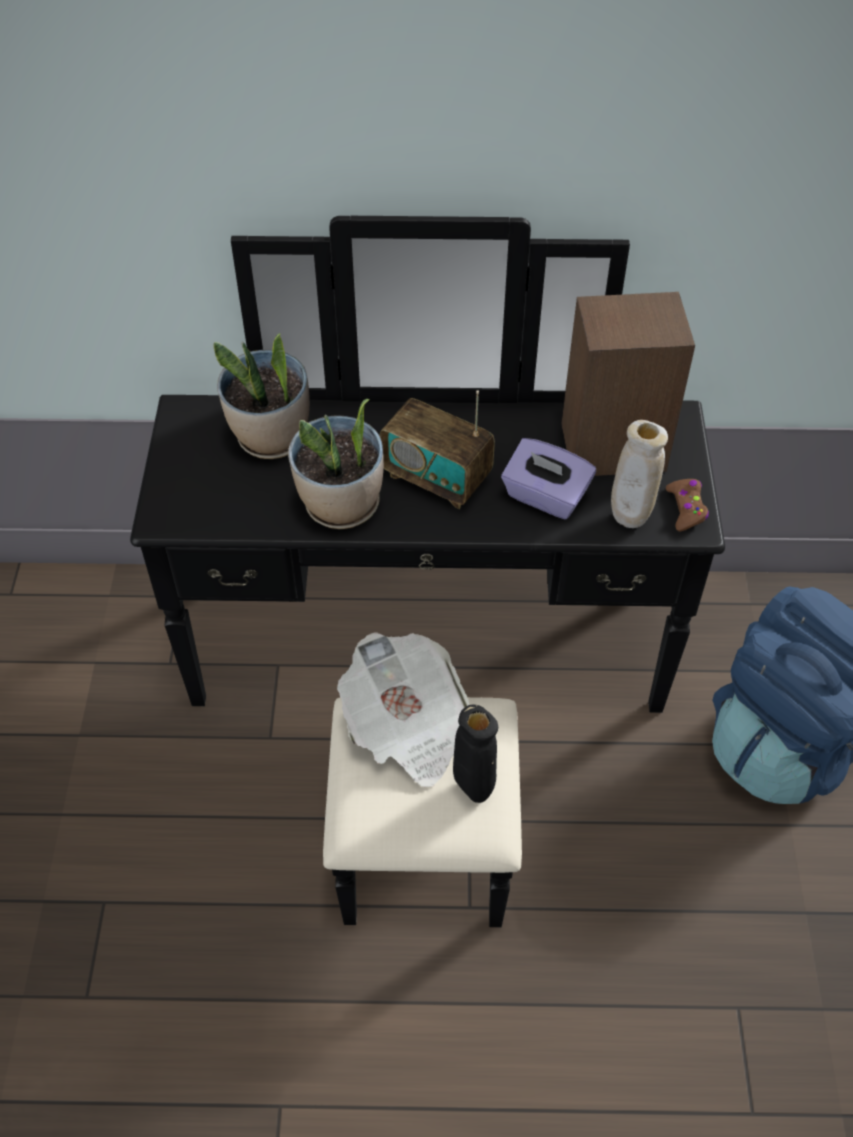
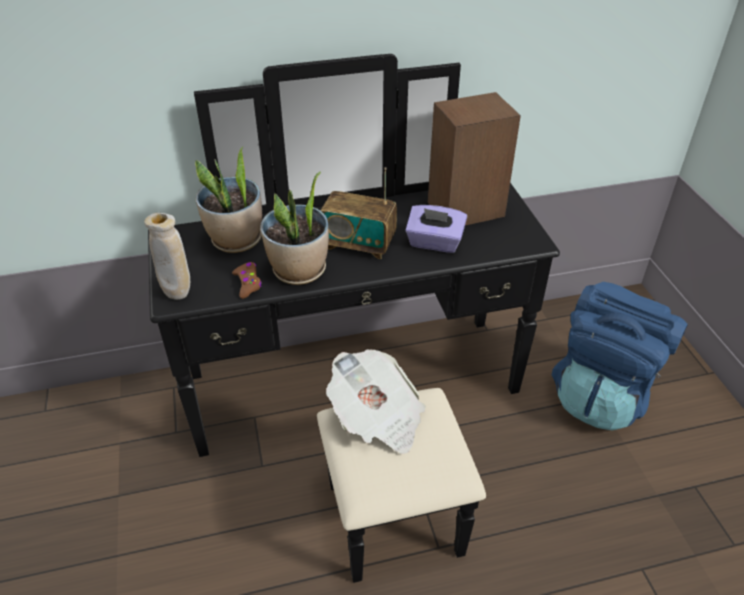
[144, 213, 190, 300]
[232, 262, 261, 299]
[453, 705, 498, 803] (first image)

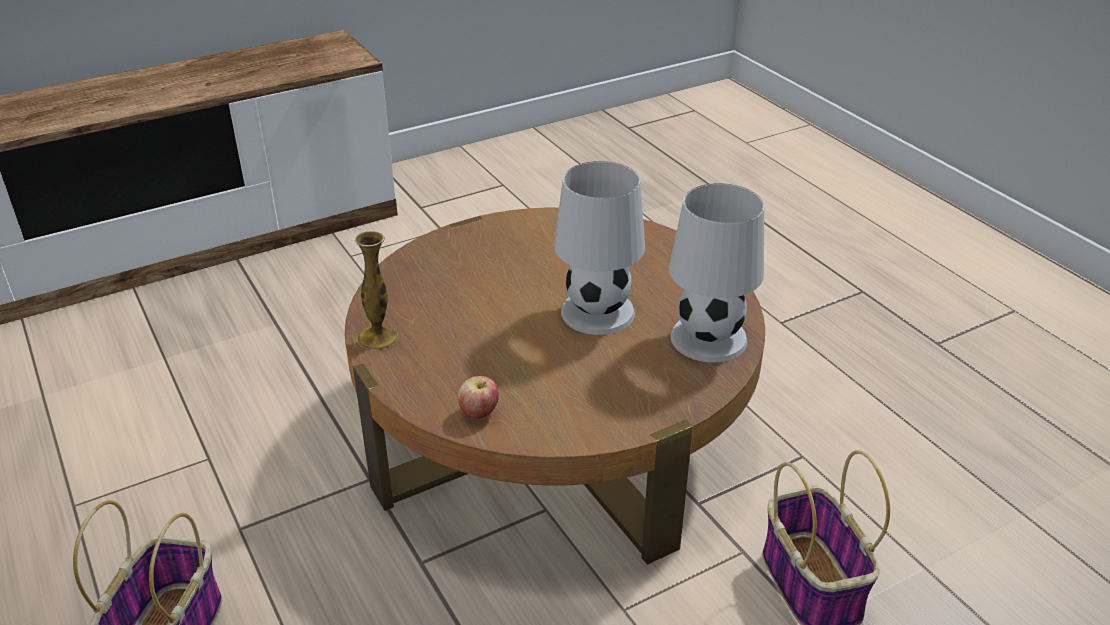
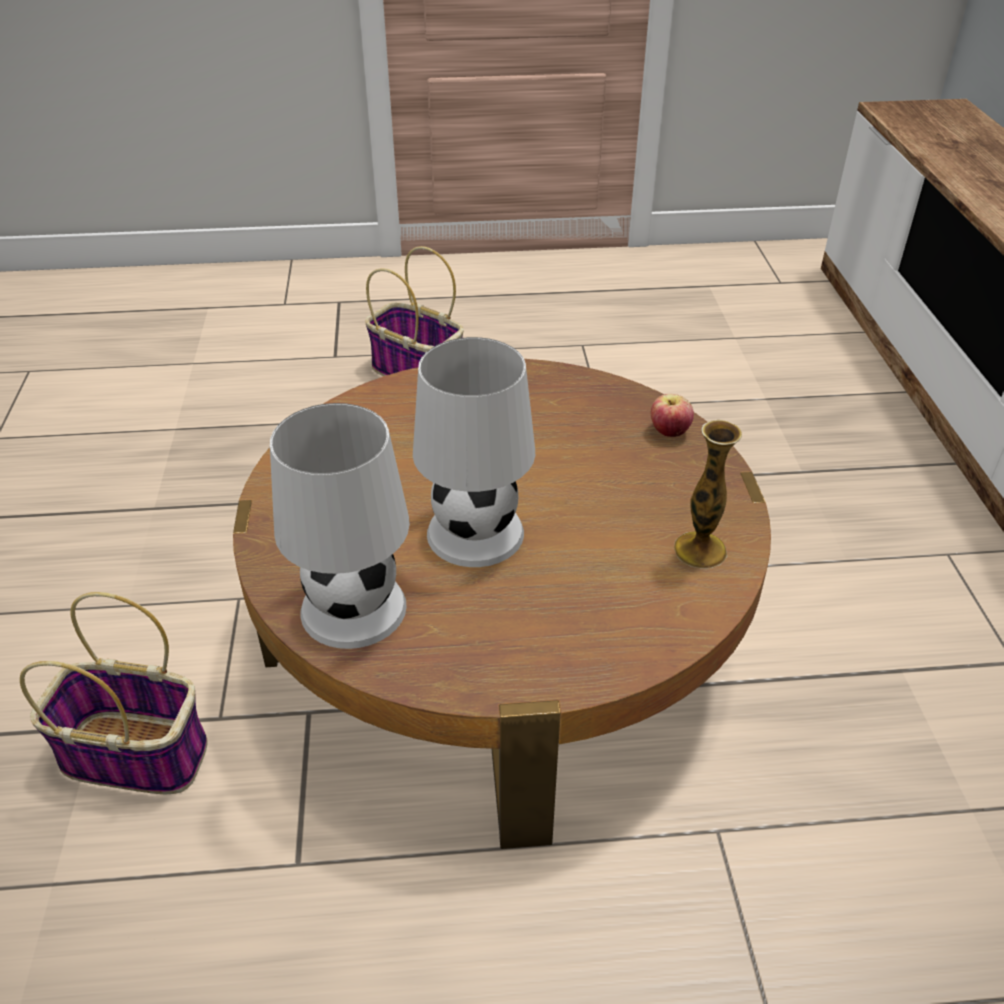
[674, 420, 742, 569]
[651, 394, 694, 437]

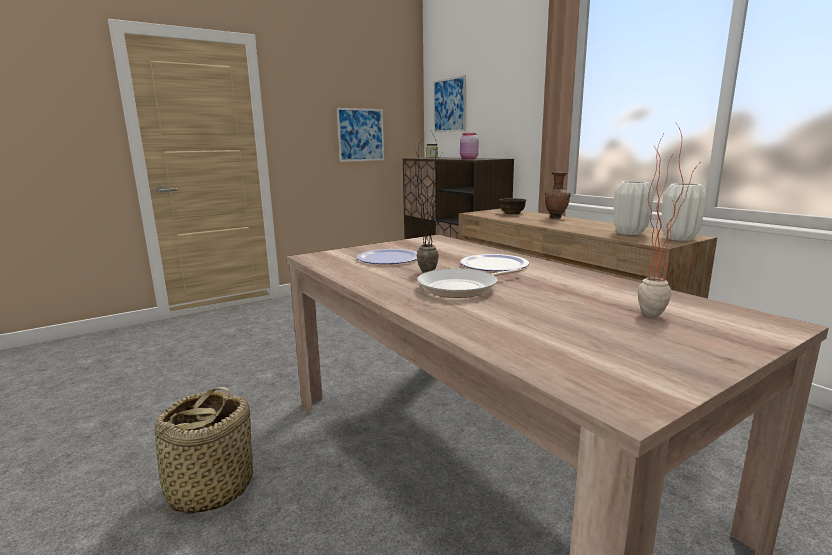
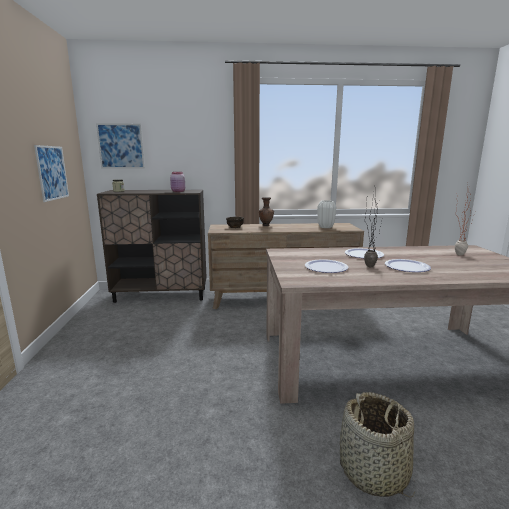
[661, 183, 707, 241] (first image)
[385, 259, 431, 272]

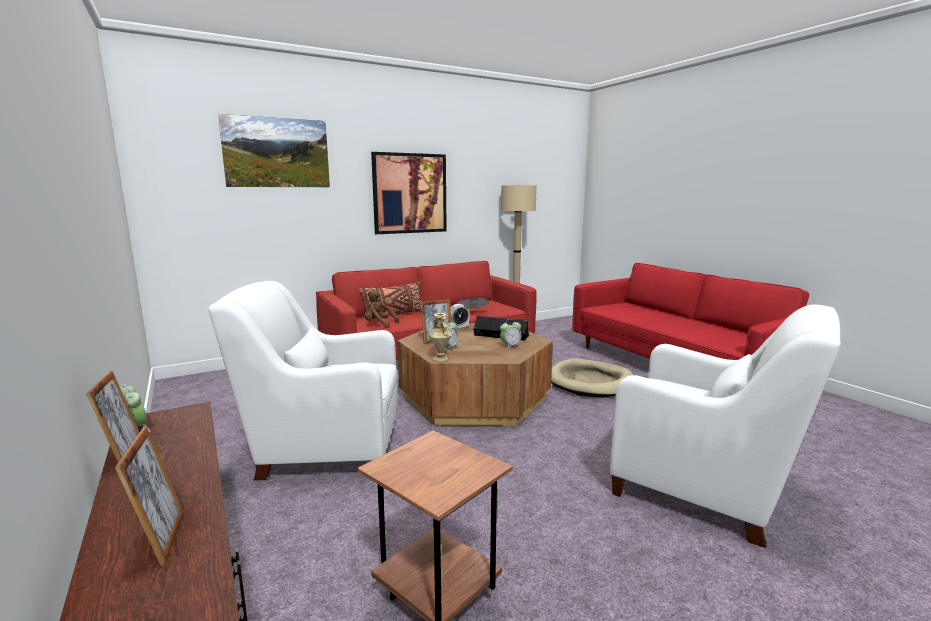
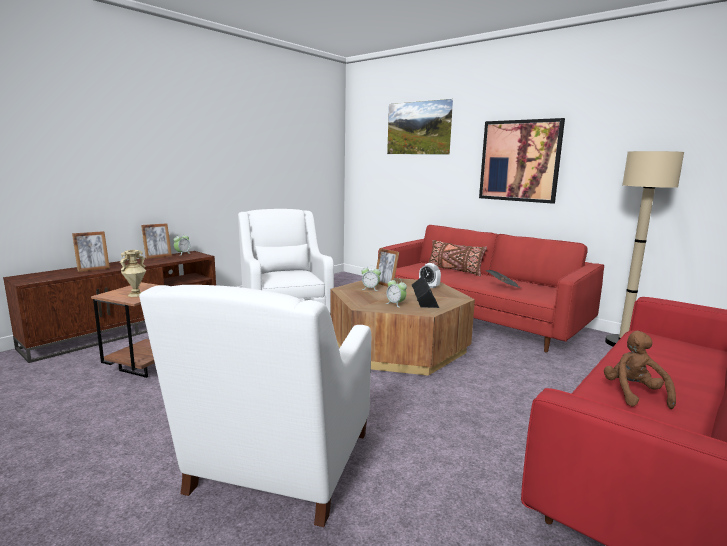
[604, 331, 676, 409]
[120, 250, 146, 297]
[551, 358, 633, 397] (first image)

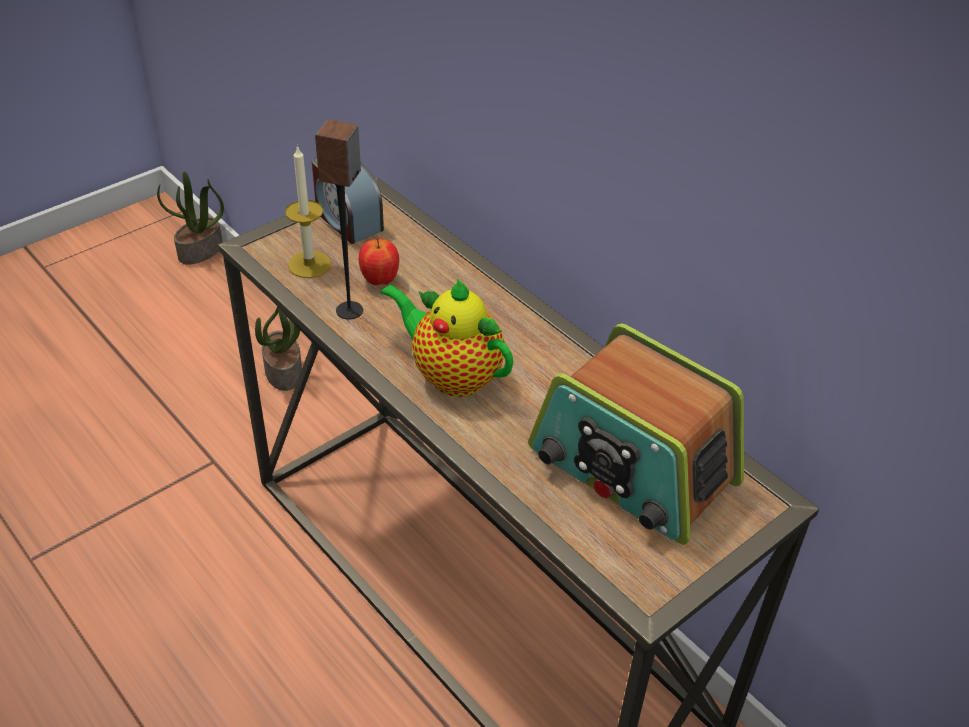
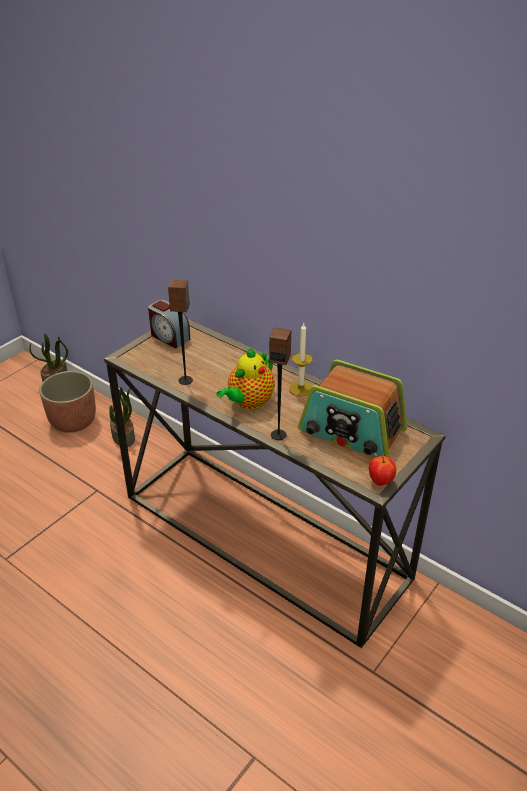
[289, 323, 313, 396]
[369, 456, 396, 486]
[216, 348, 275, 410]
[269, 327, 291, 440]
[39, 371, 96, 433]

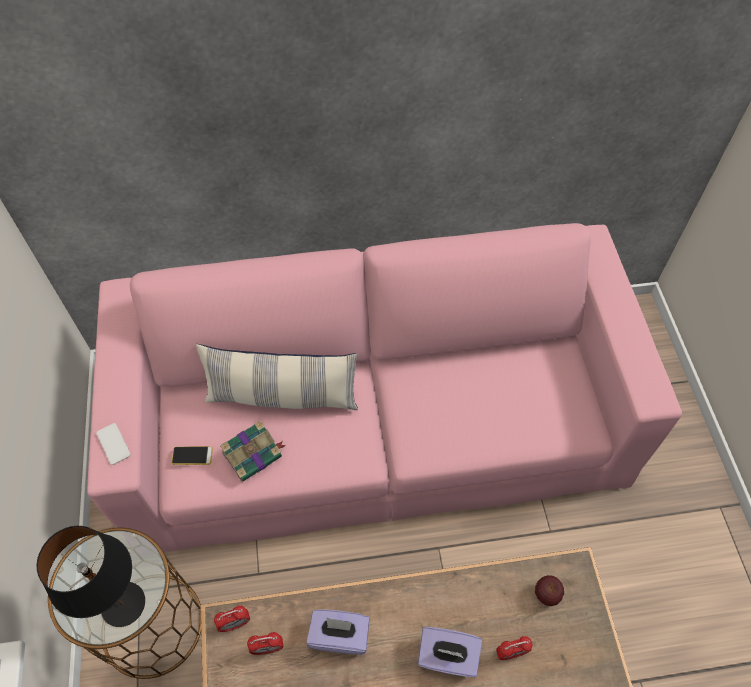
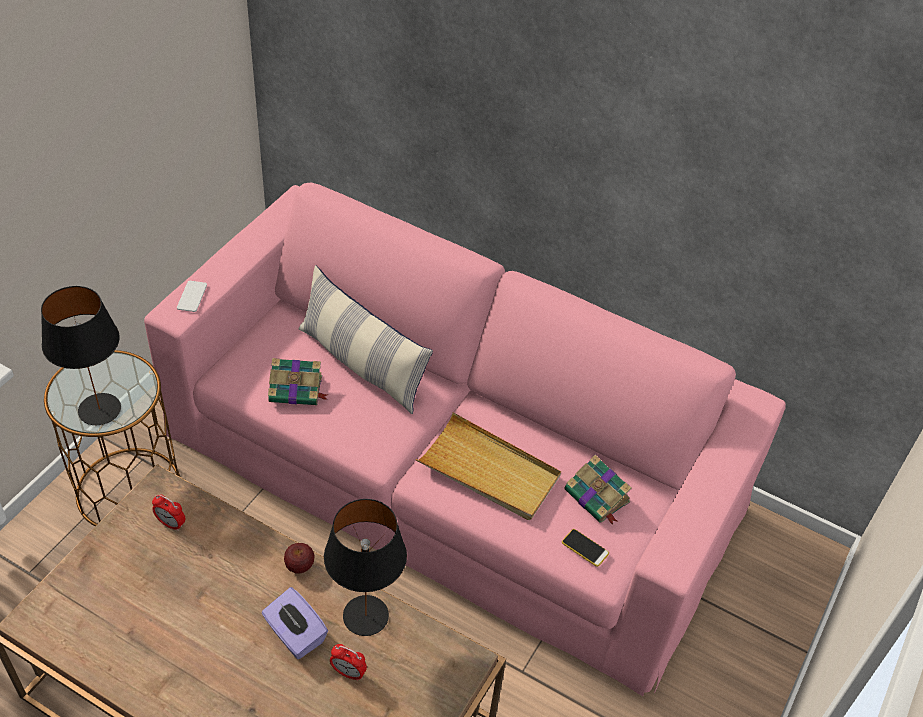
[562, 529, 609, 567]
[284, 543, 315, 573]
[214, 605, 250, 632] (first image)
[306, 609, 370, 655] (first image)
[416, 412, 561, 520]
[564, 455, 632, 525]
[324, 499, 407, 636]

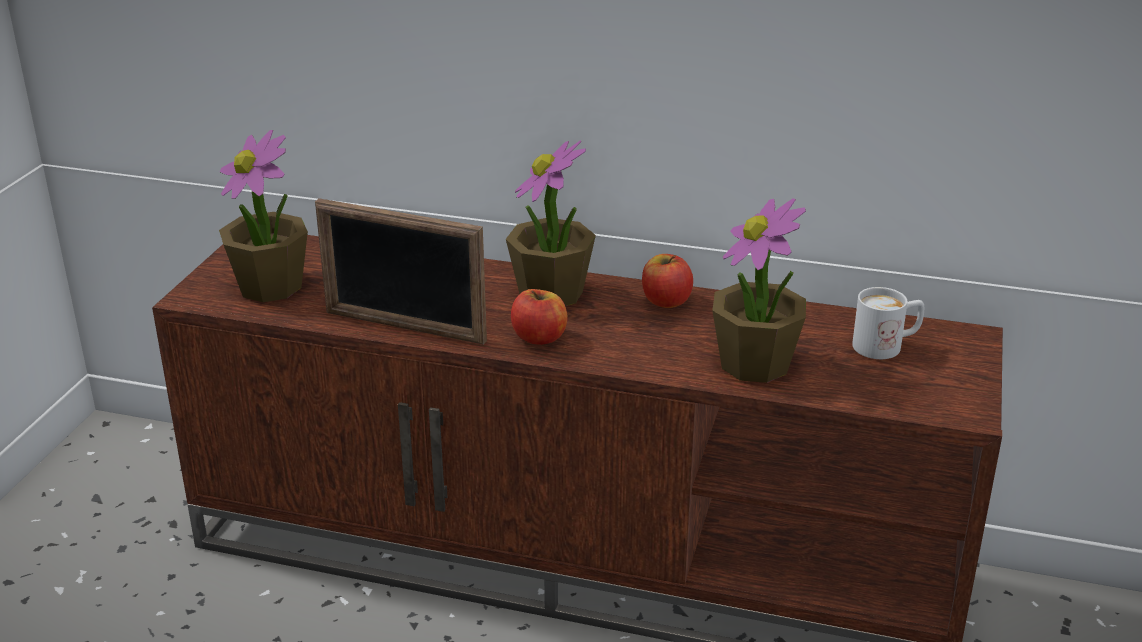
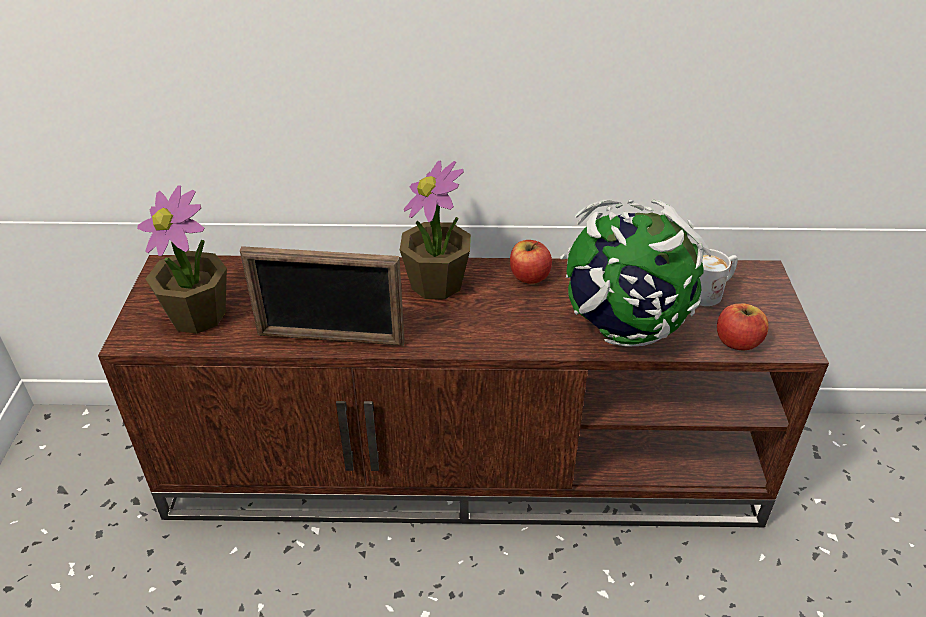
[560, 200, 711, 347]
[717, 304, 768, 350]

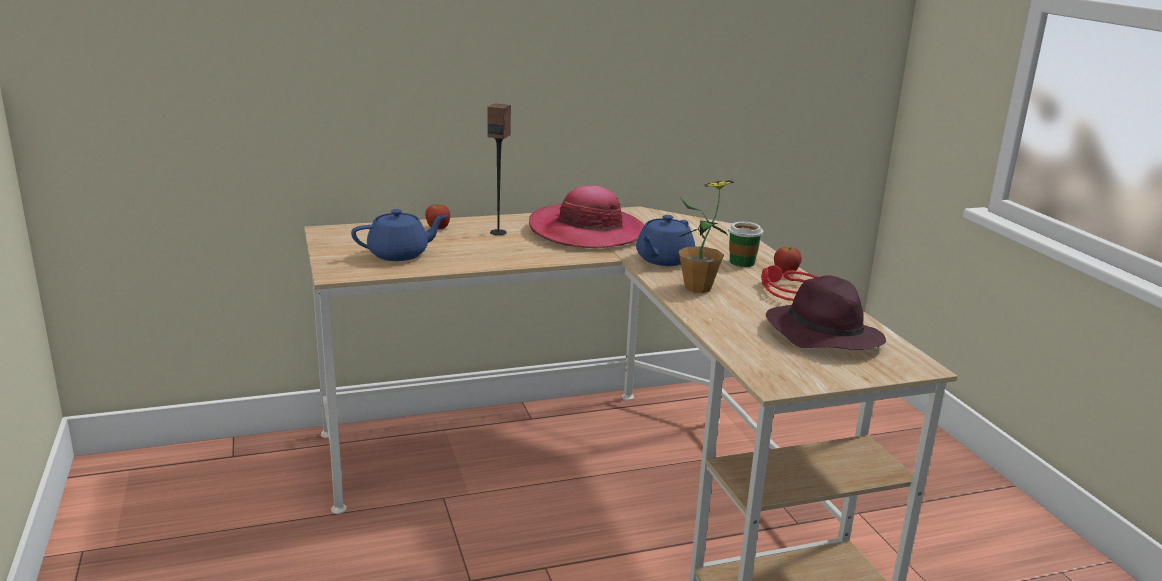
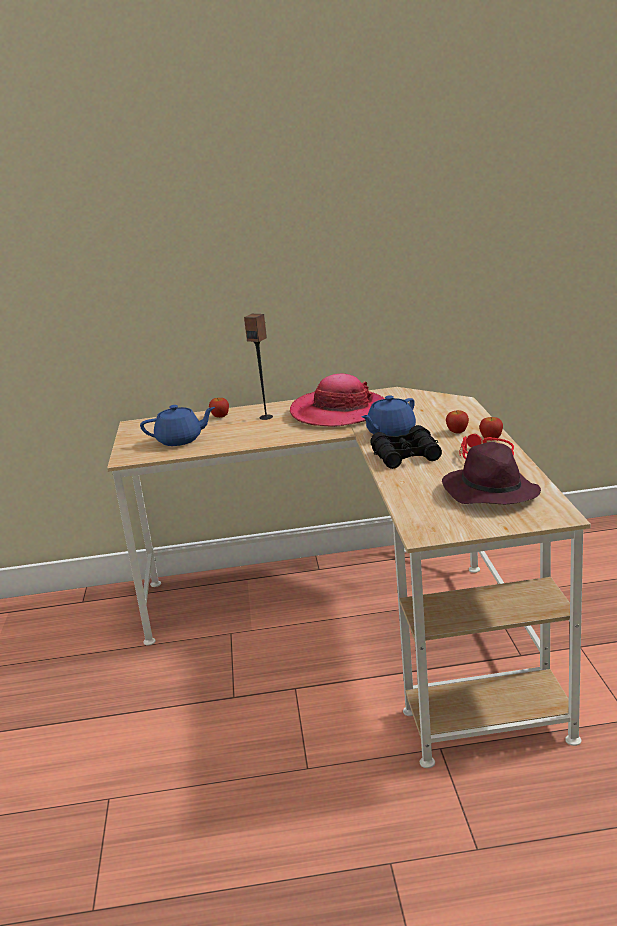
[370, 425, 442, 469]
[446, 410, 469, 433]

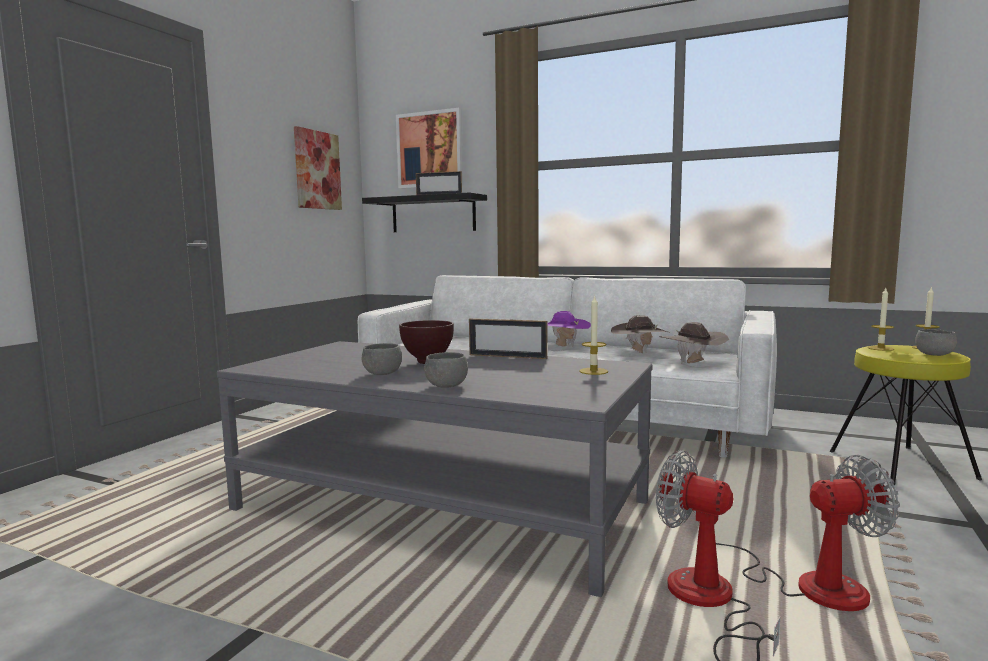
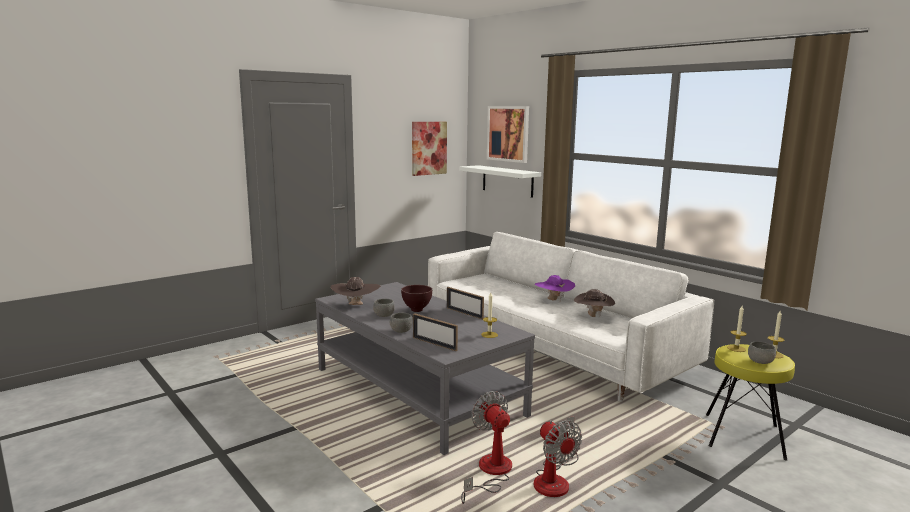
[413, 313, 458, 351]
[459, 165, 541, 198]
[331, 277, 381, 305]
[534, 416, 582, 497]

